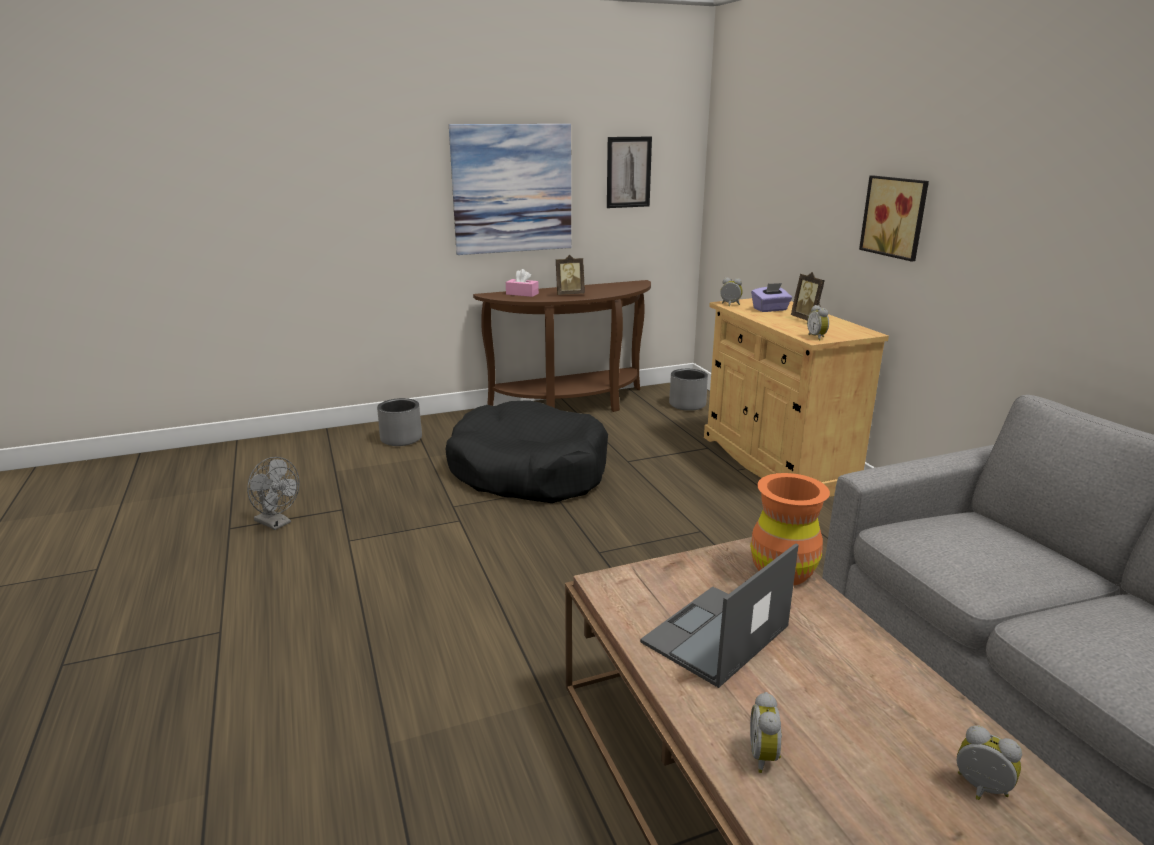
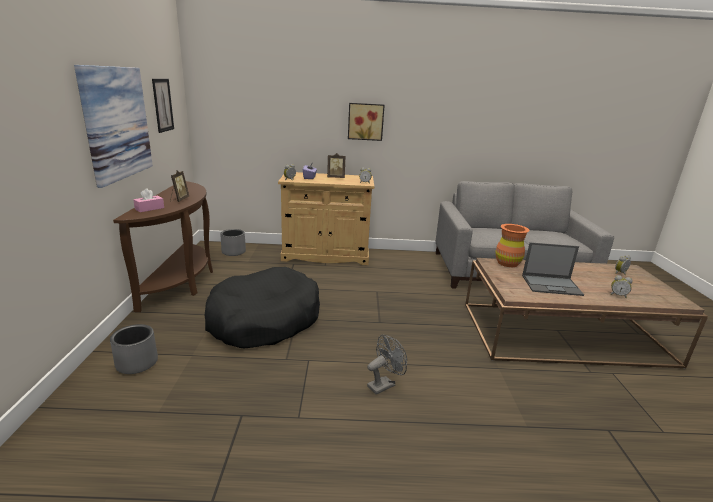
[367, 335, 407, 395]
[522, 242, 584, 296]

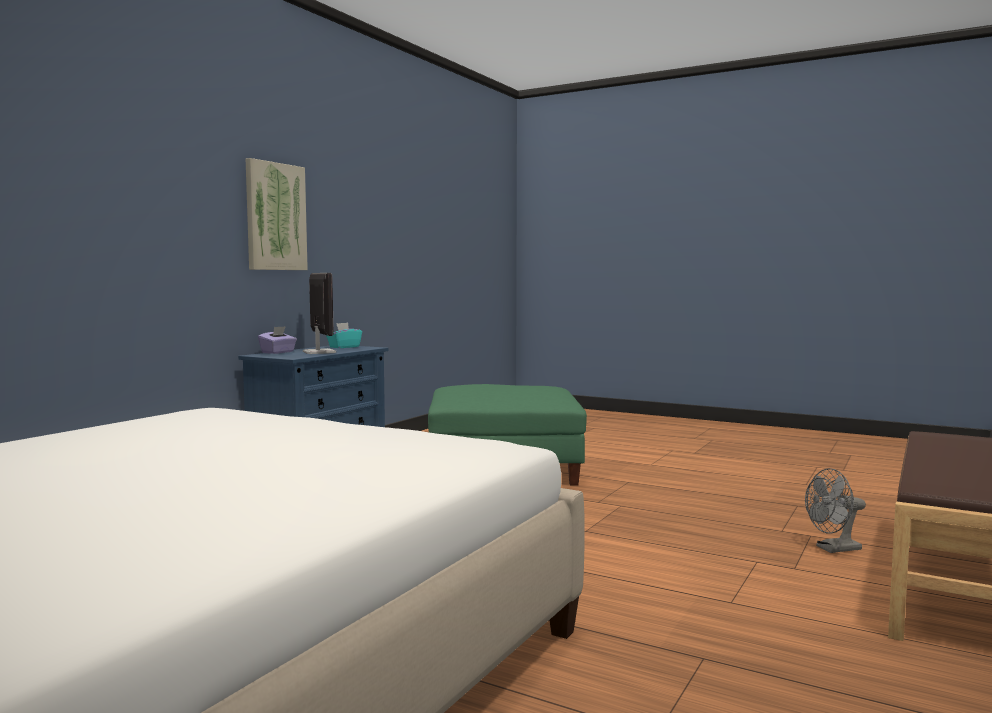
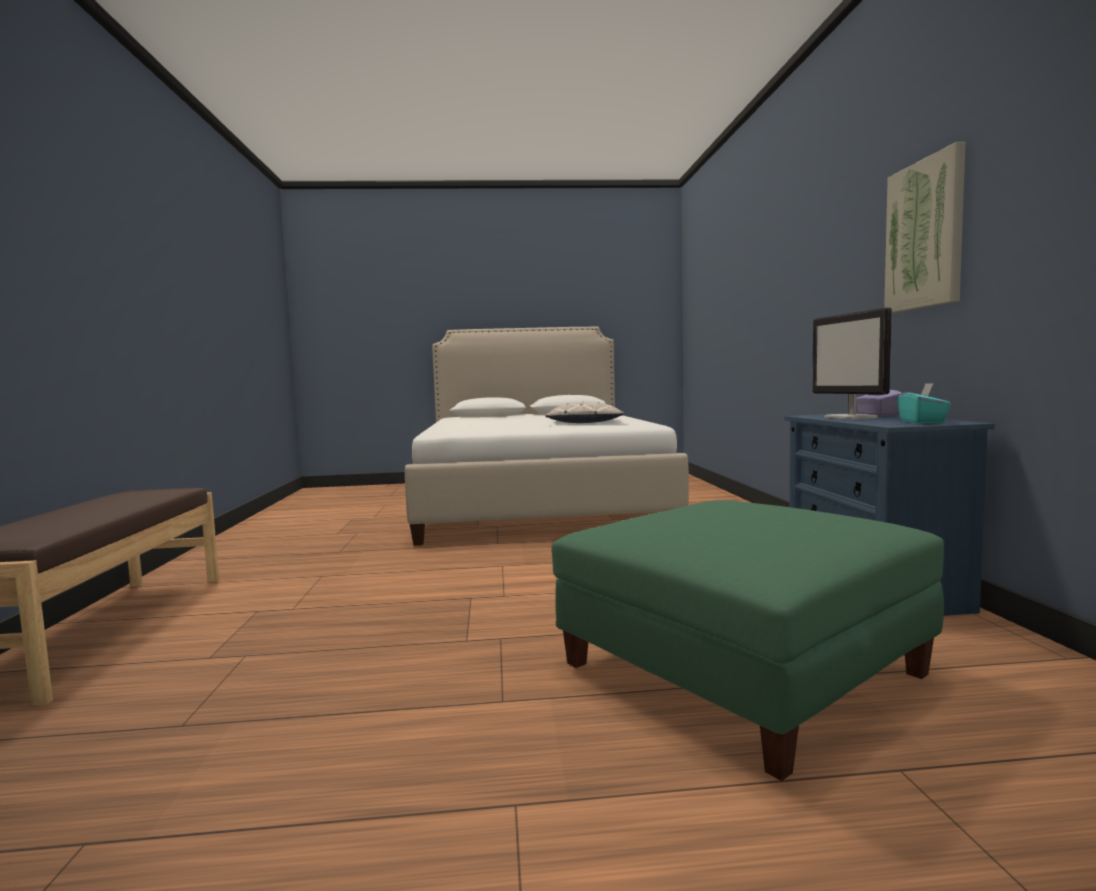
[812, 307, 892, 420]
[805, 468, 866, 553] (first image)
[545, 402, 624, 423]

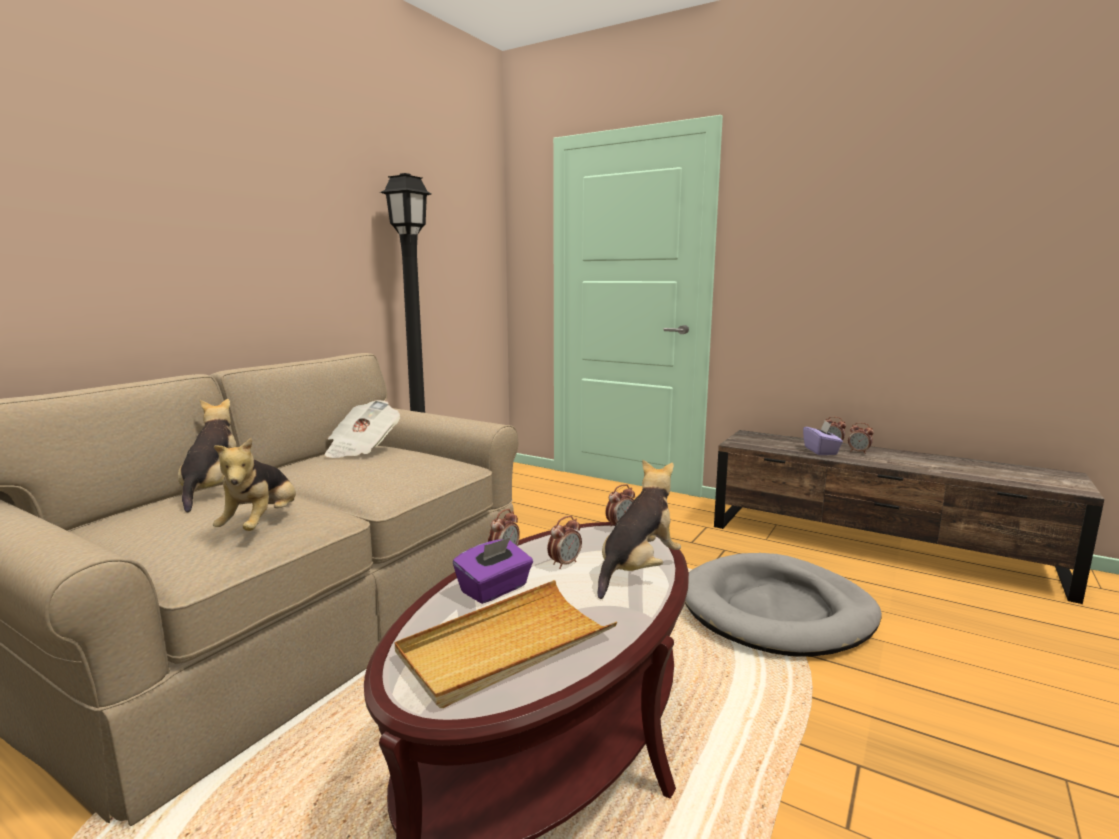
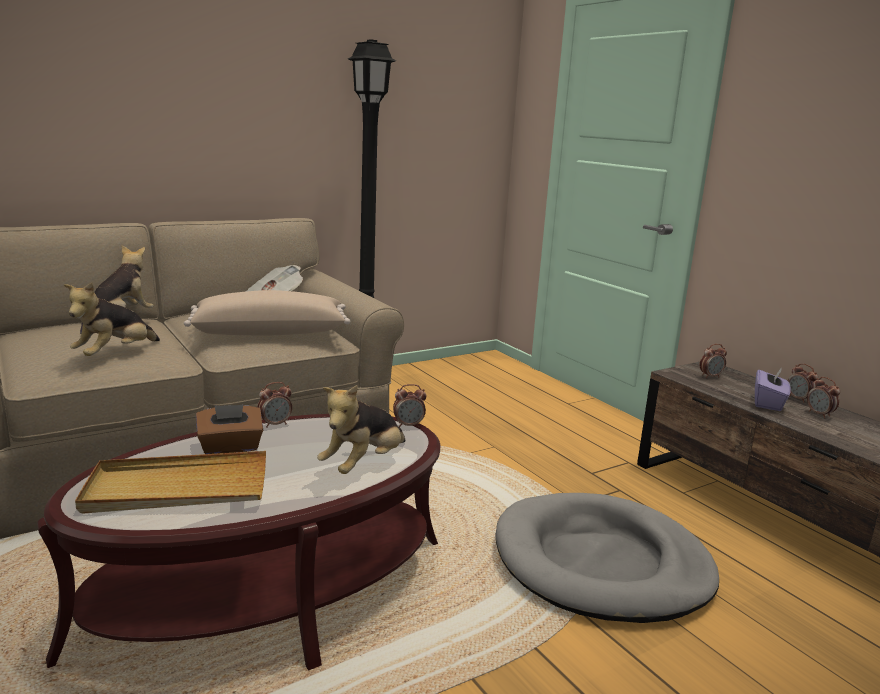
[317, 385, 406, 474]
[700, 344, 727, 378]
[196, 405, 263, 454]
[184, 290, 350, 335]

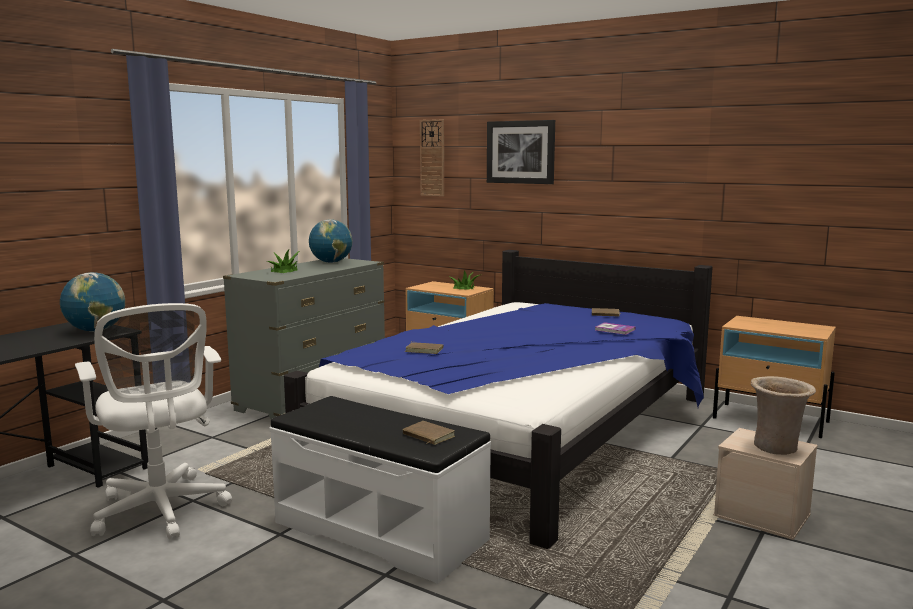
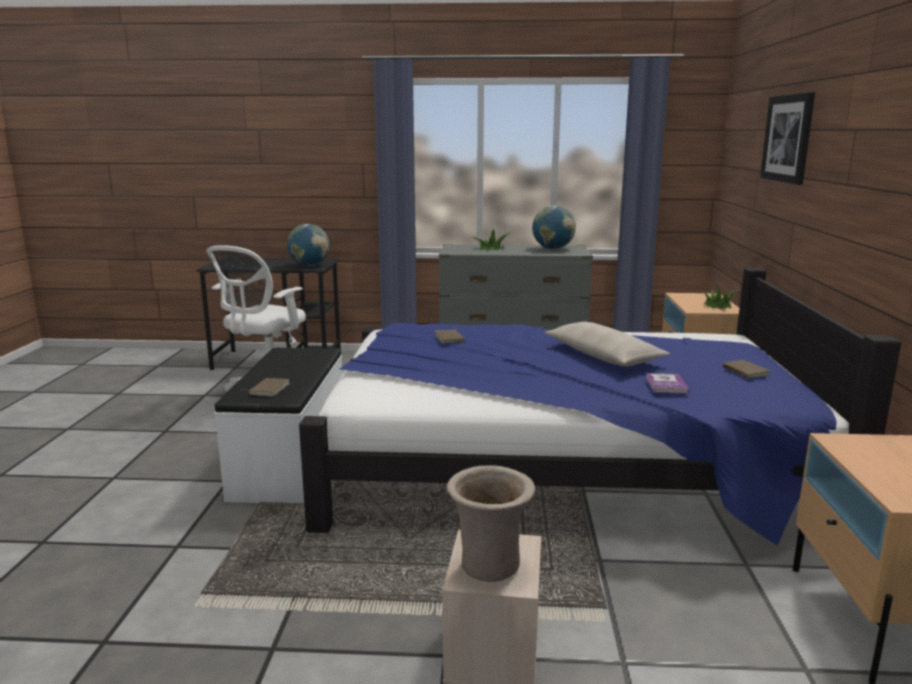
[420, 119, 444, 196] (first image)
[544, 322, 670, 367]

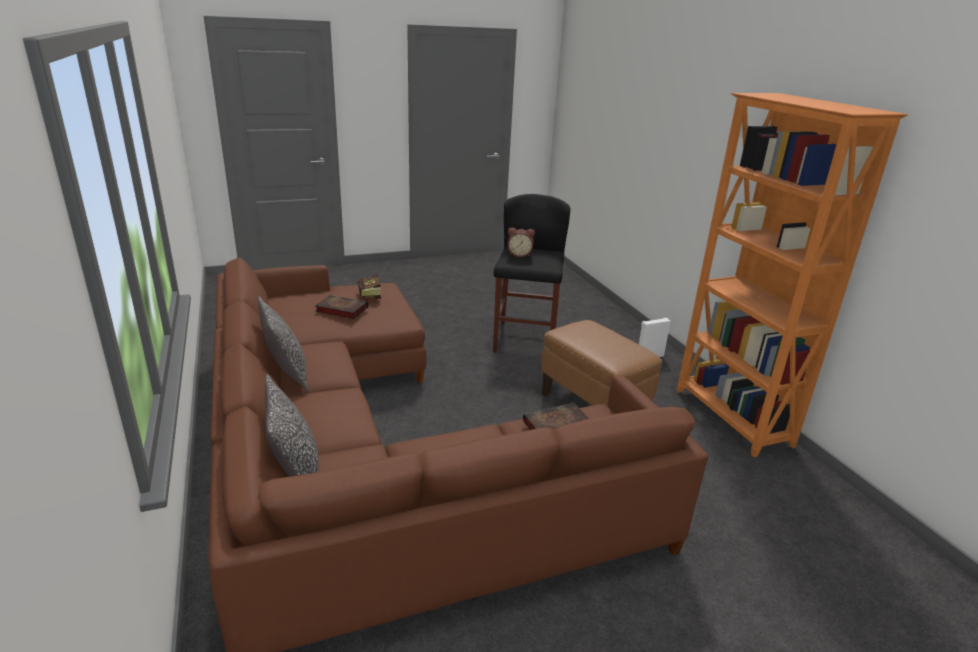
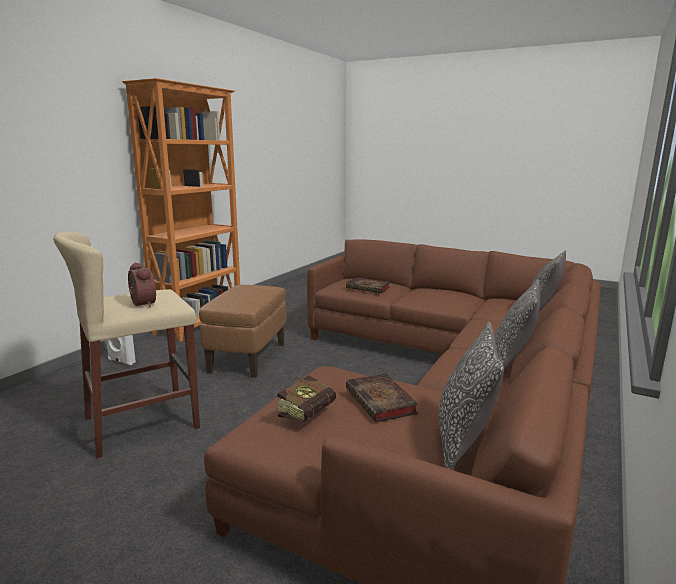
[53, 232, 200, 458]
[439, 321, 504, 470]

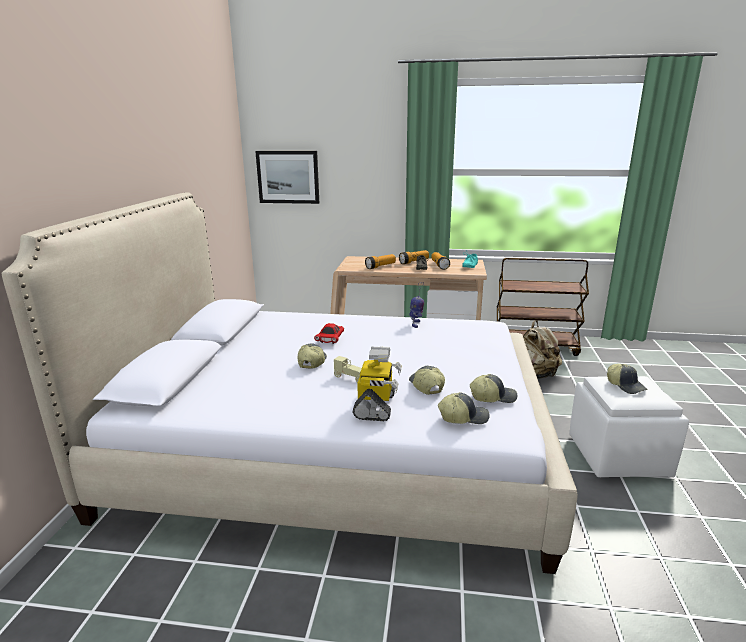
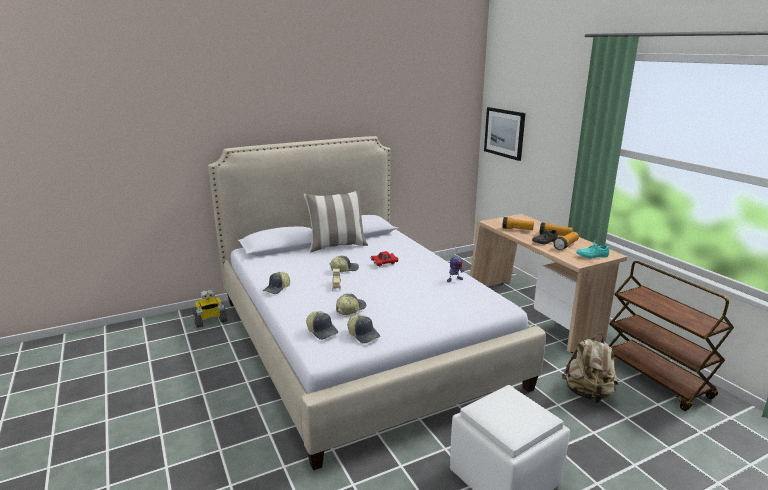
[193, 289, 228, 328]
[263, 272, 290, 294]
[304, 188, 368, 252]

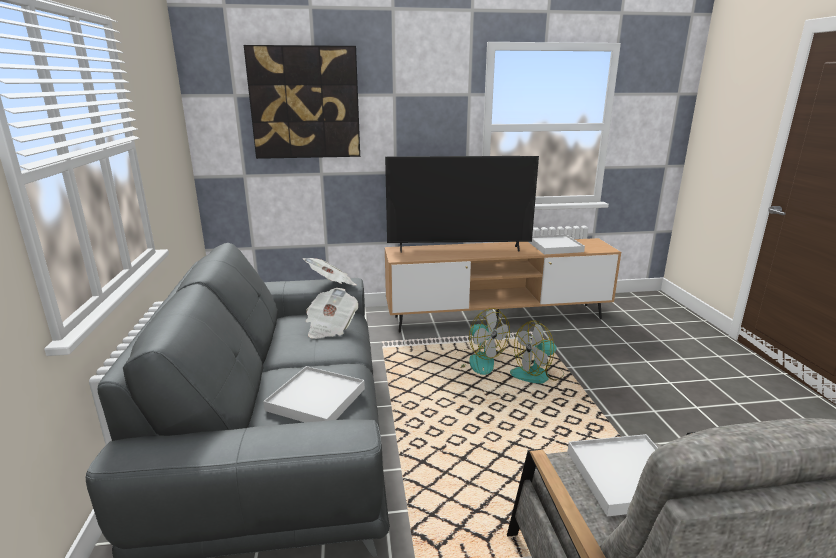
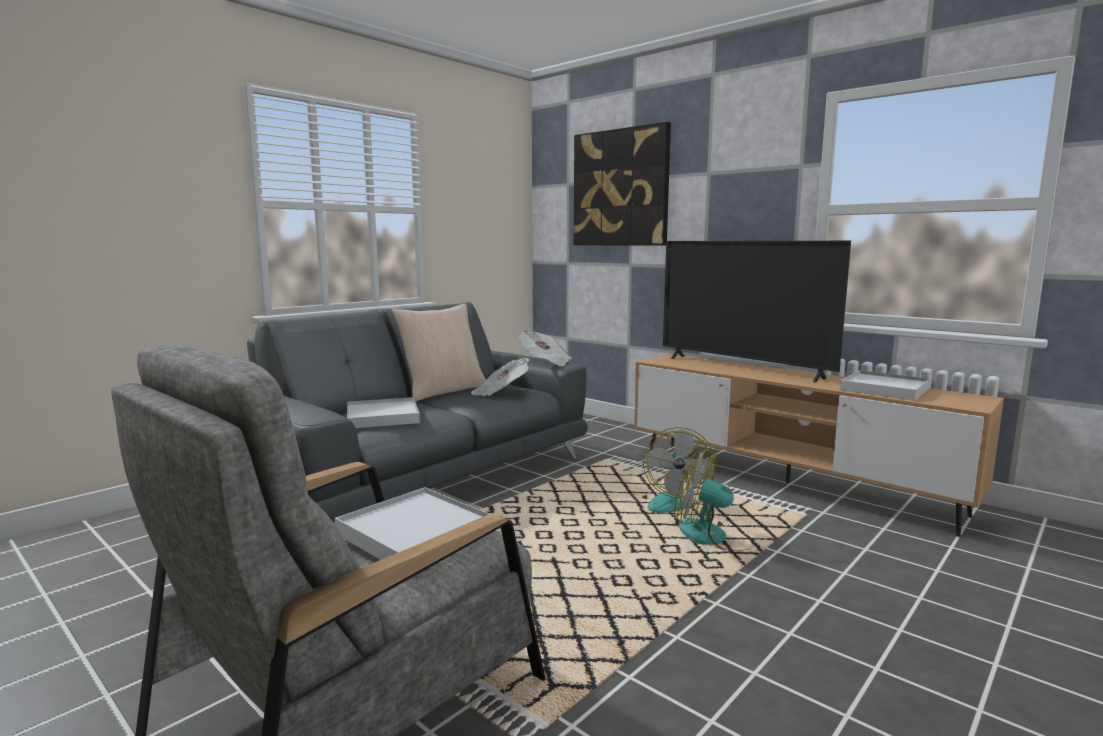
[391, 304, 486, 402]

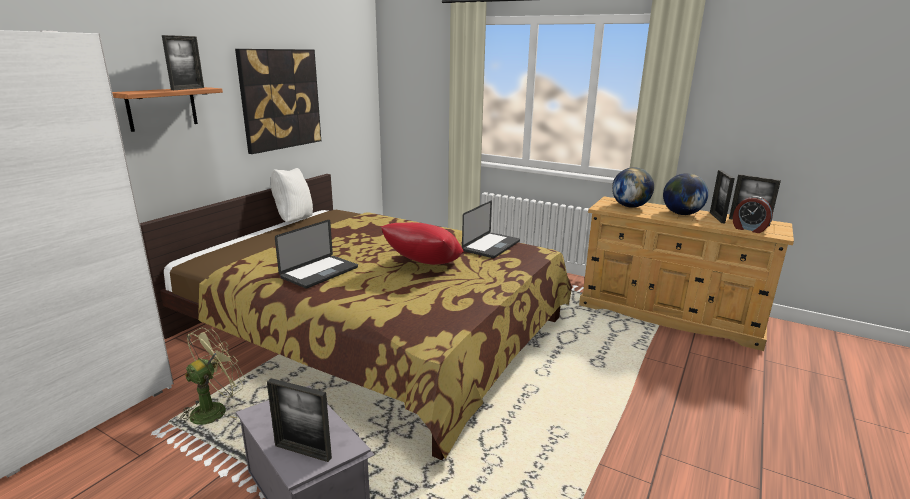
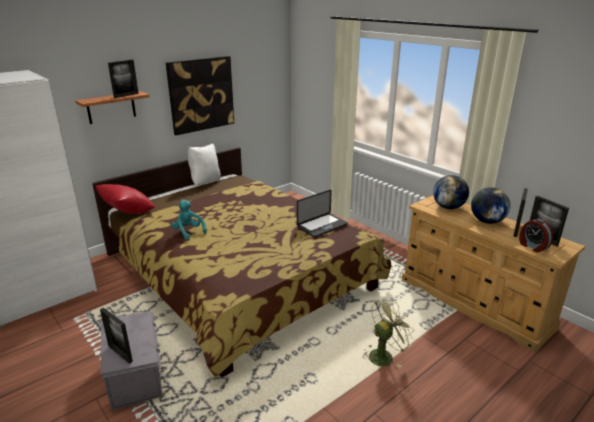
[172, 200, 207, 240]
[96, 184, 155, 214]
[363, 298, 415, 368]

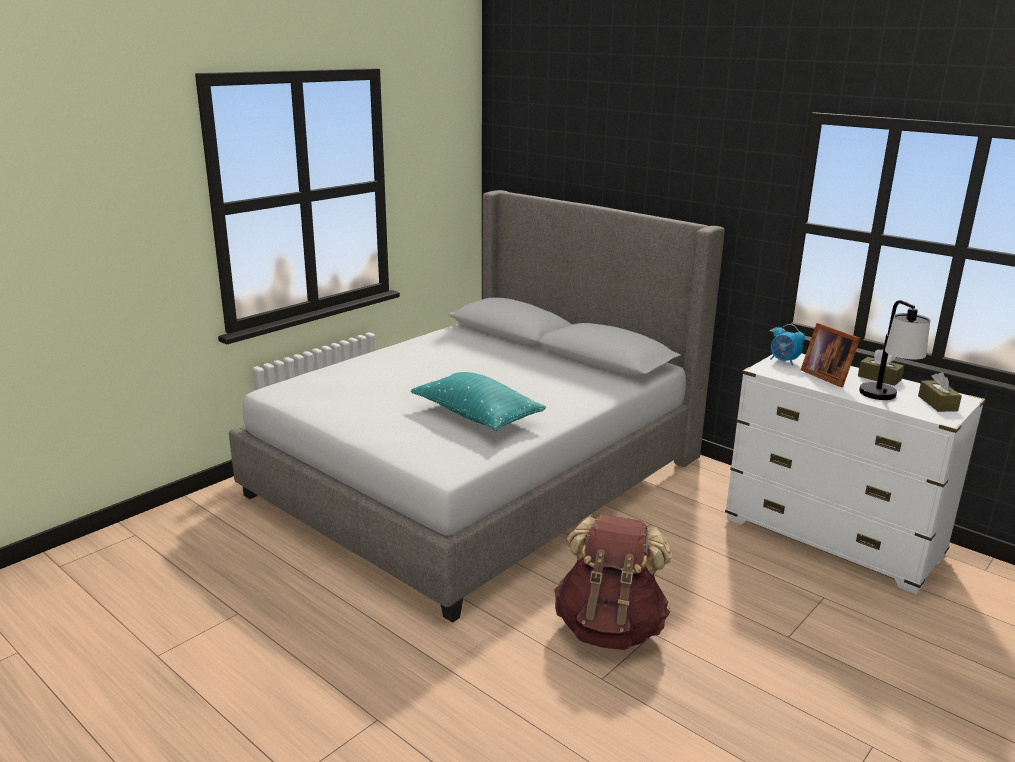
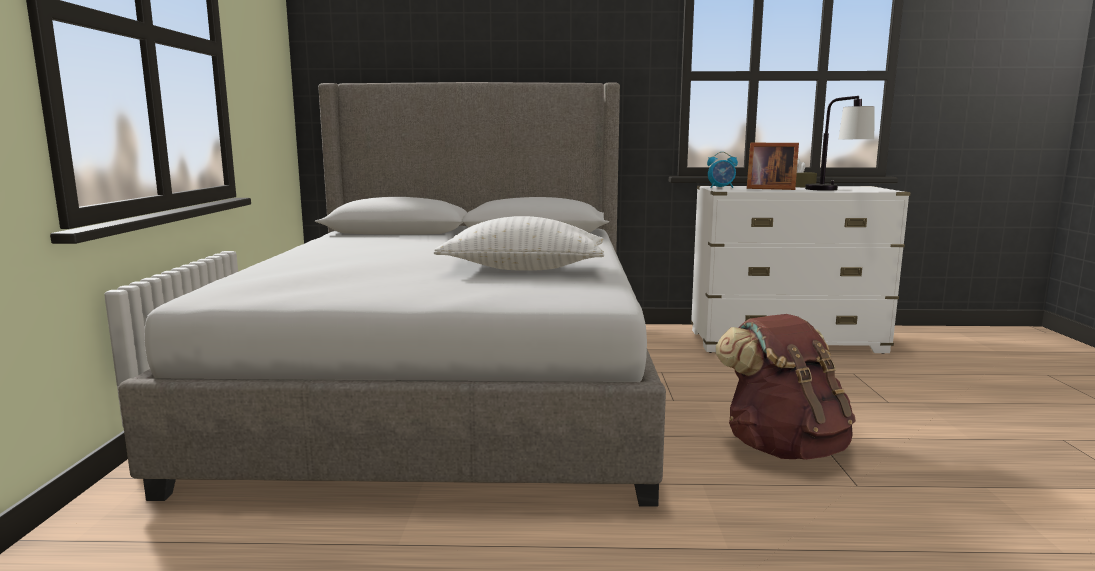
[433, 216, 604, 271]
[918, 372, 962, 412] (first image)

